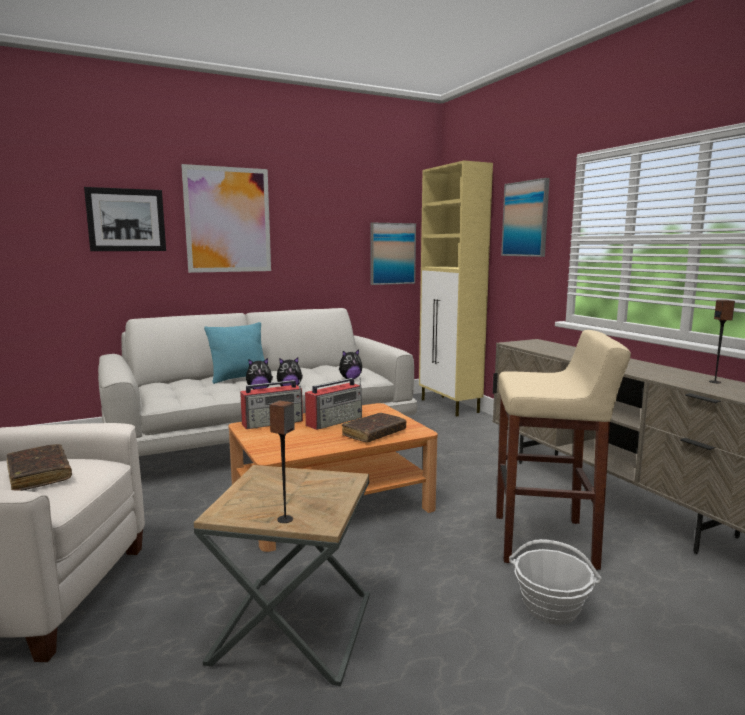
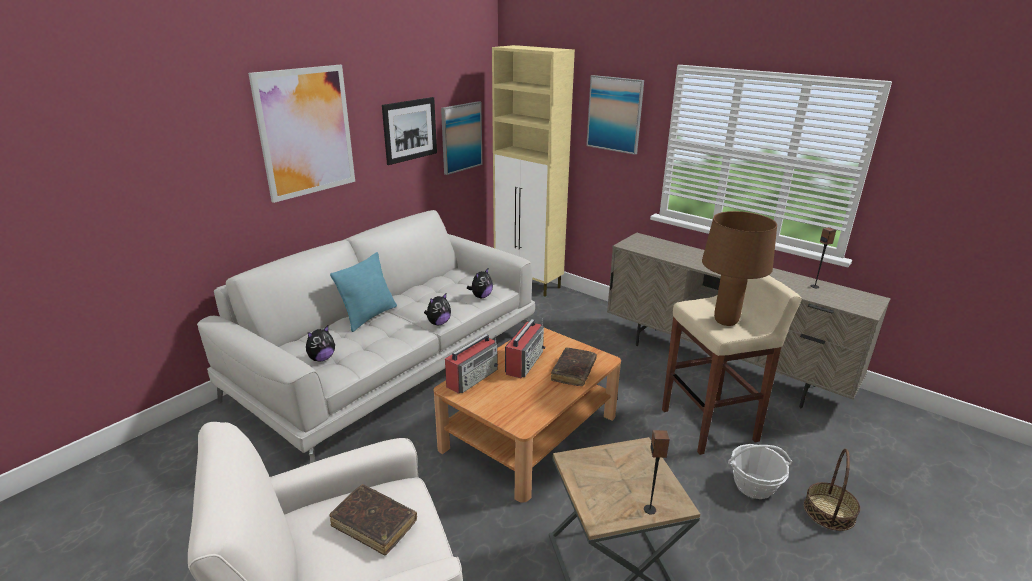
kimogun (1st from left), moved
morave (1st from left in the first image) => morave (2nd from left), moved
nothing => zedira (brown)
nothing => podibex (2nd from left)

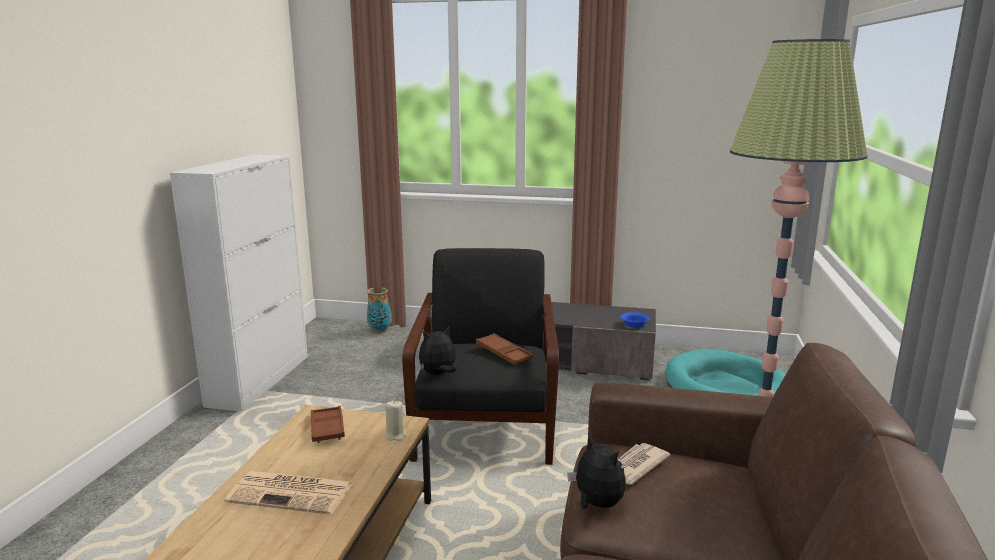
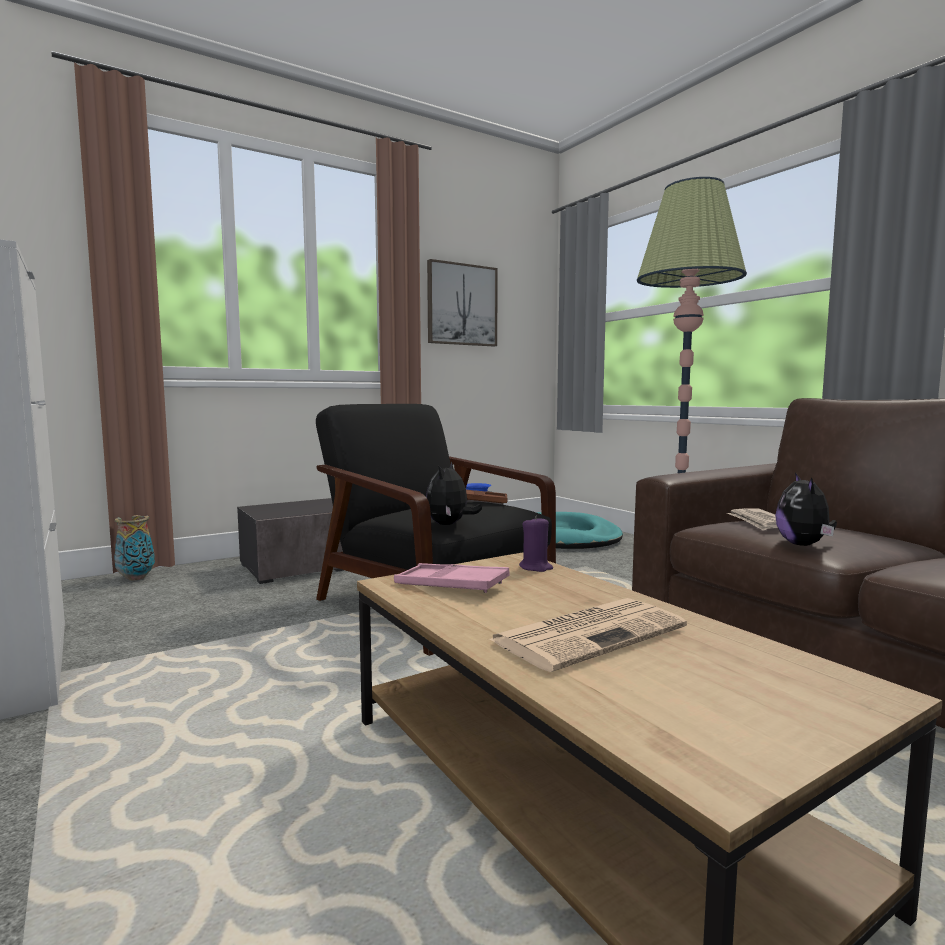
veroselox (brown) (1st from left) => veroselox (pink)
nothing => morave
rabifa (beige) => rabifa (purple)
kimogun (2nd from left), 90 degrees counterclockwise

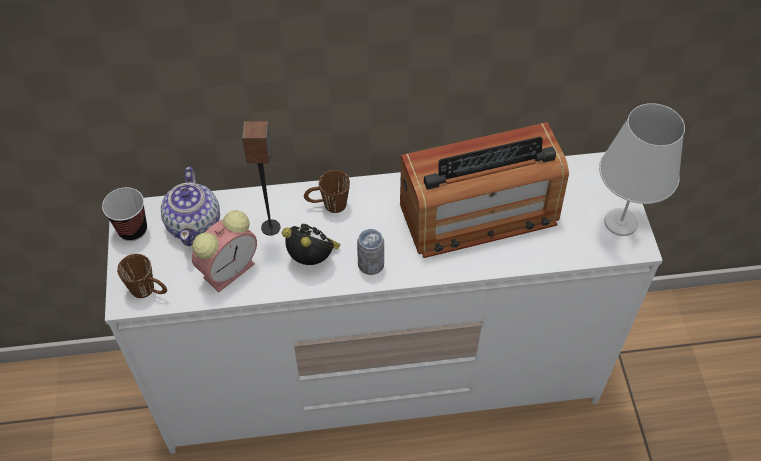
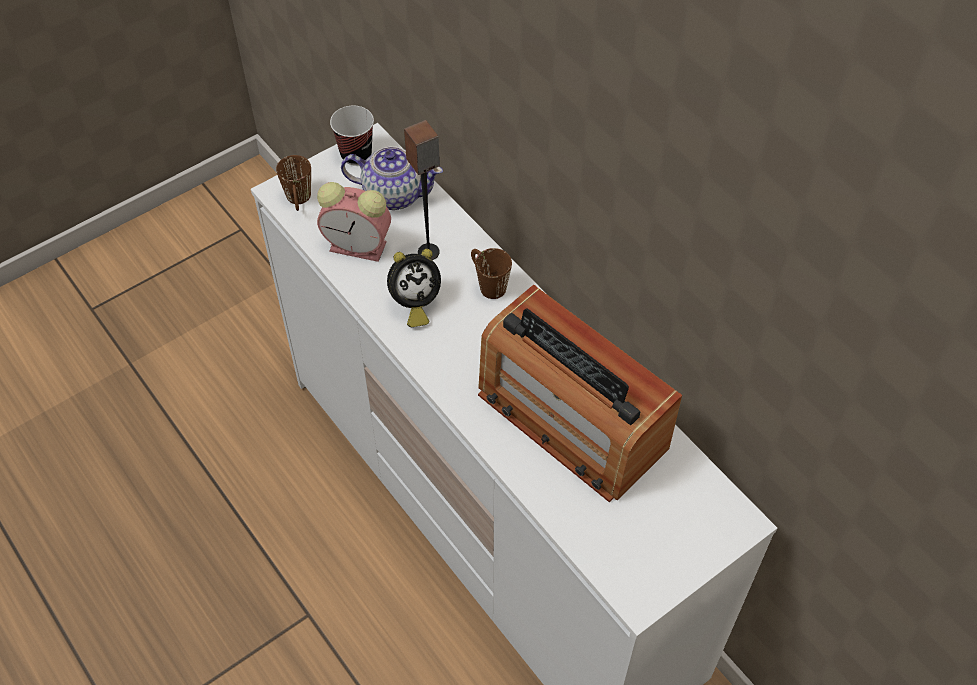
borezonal, 135 degrees counterclockwise
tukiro (2nd from left), 60 degrees clockwise
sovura => nothing
zedira (white) => nothing

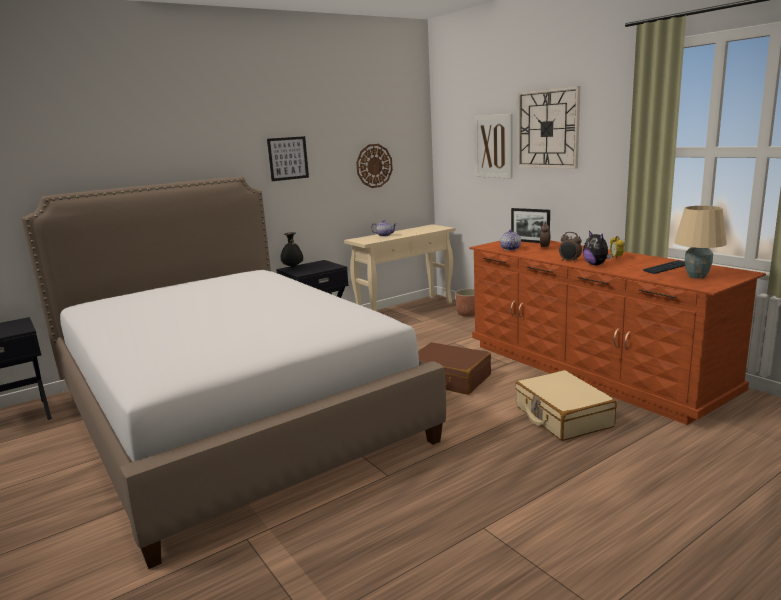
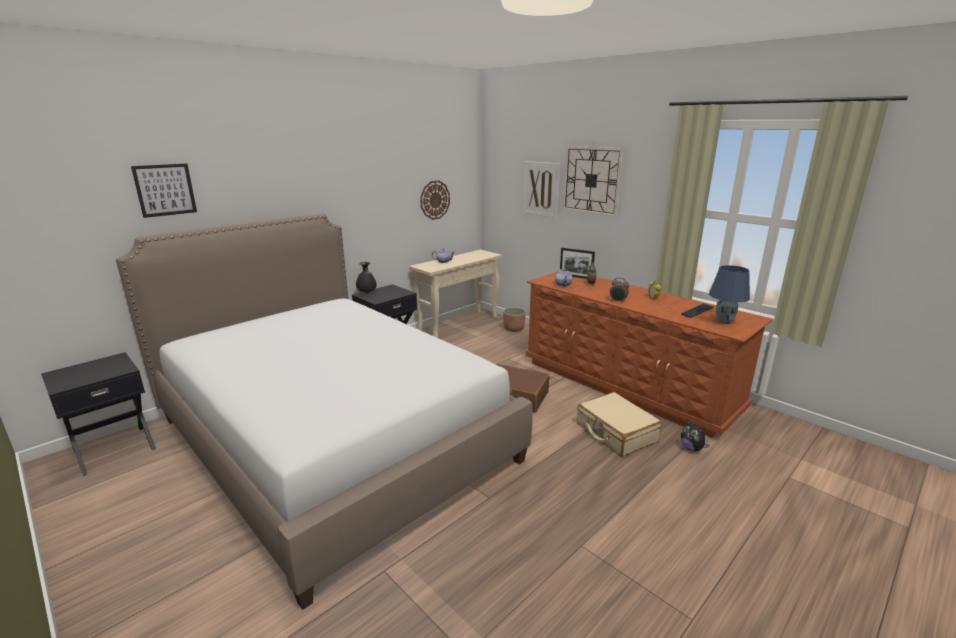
morave (1st from left), moved
kimogun, moved
zedira (beige) => zedira (blue)

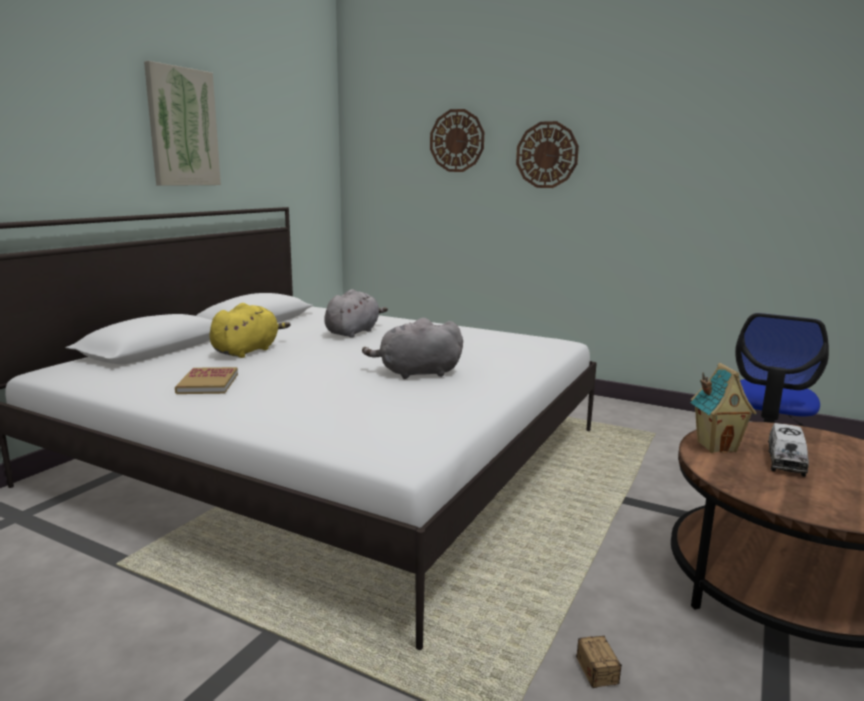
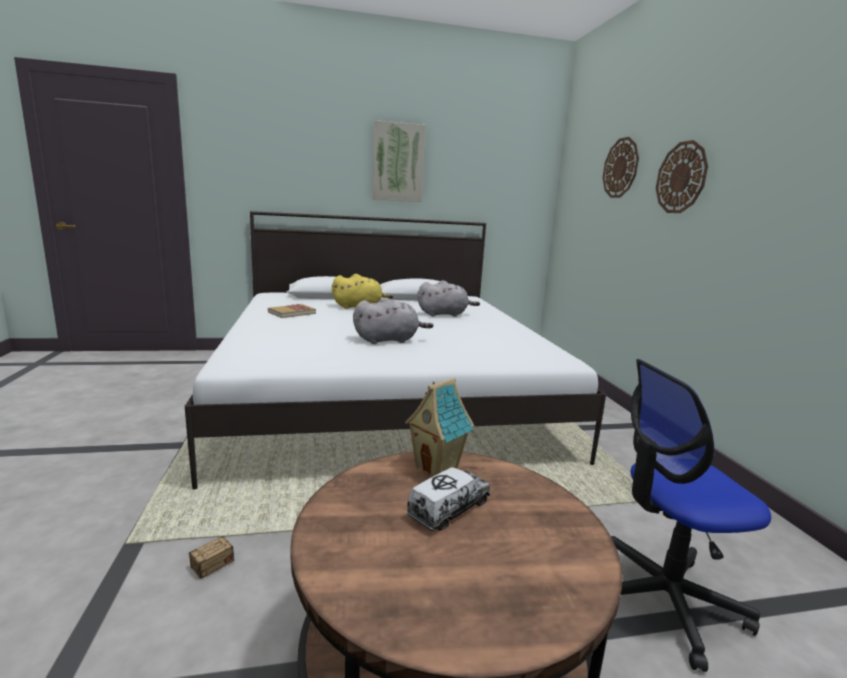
kimogun (grey) (2nd from left in the first image) => kimogun (grey) (1st from left), 120 degrees clockwise
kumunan, 150 degrees clockwise

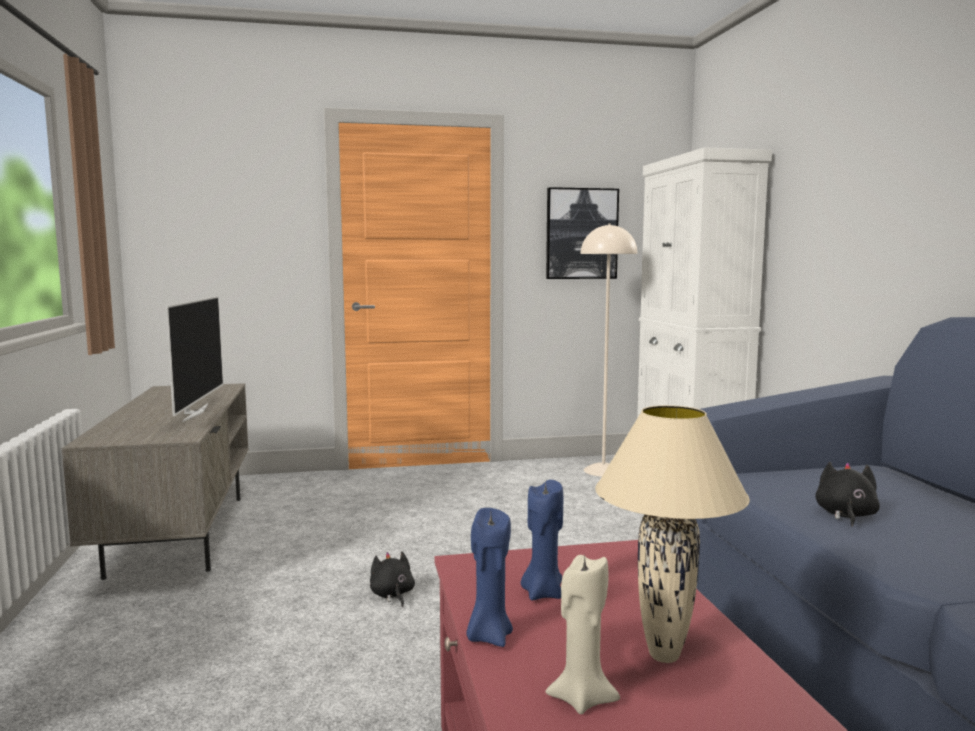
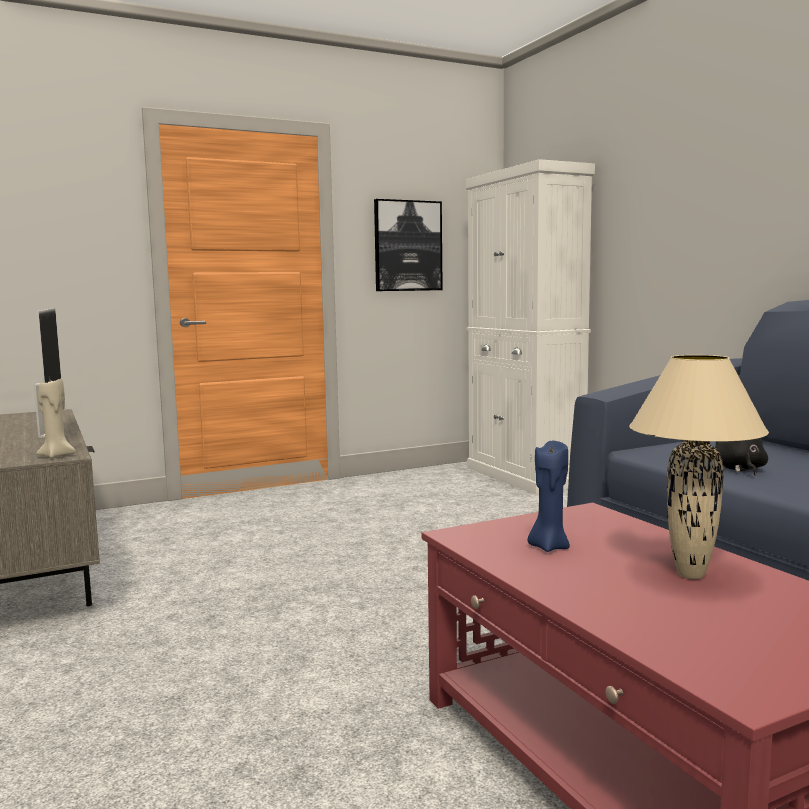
rabifa (beige), moved
kimogun (black) (1st from left) => nothing
rabifa (blue) (1st from left) => nothing
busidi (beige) => nothing

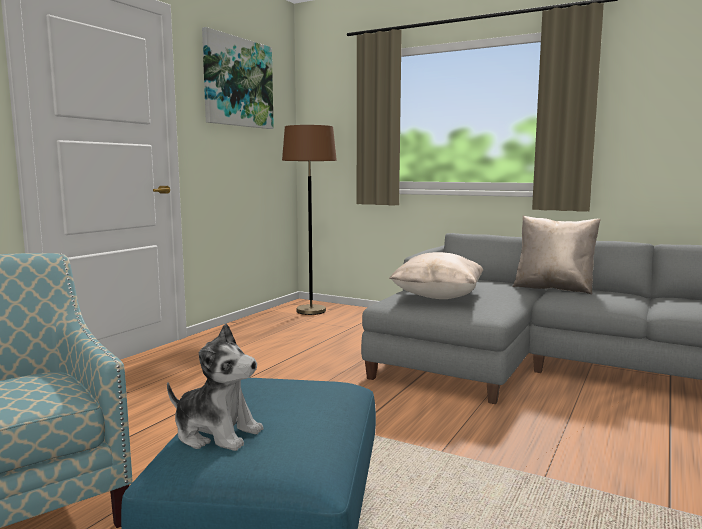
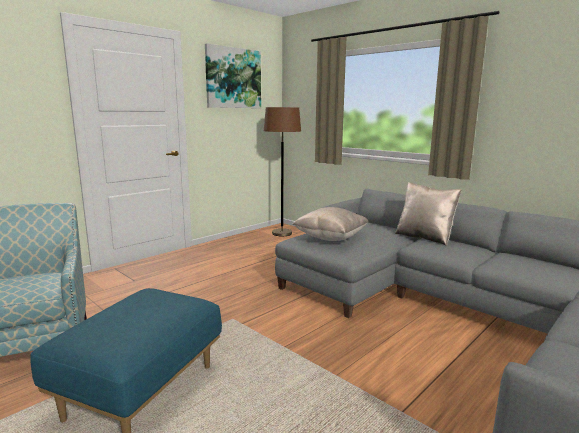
kimogun => nothing

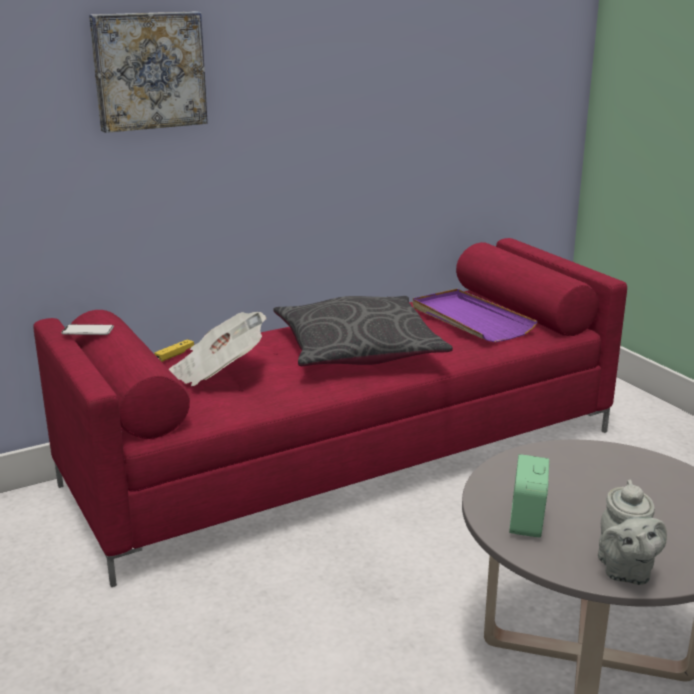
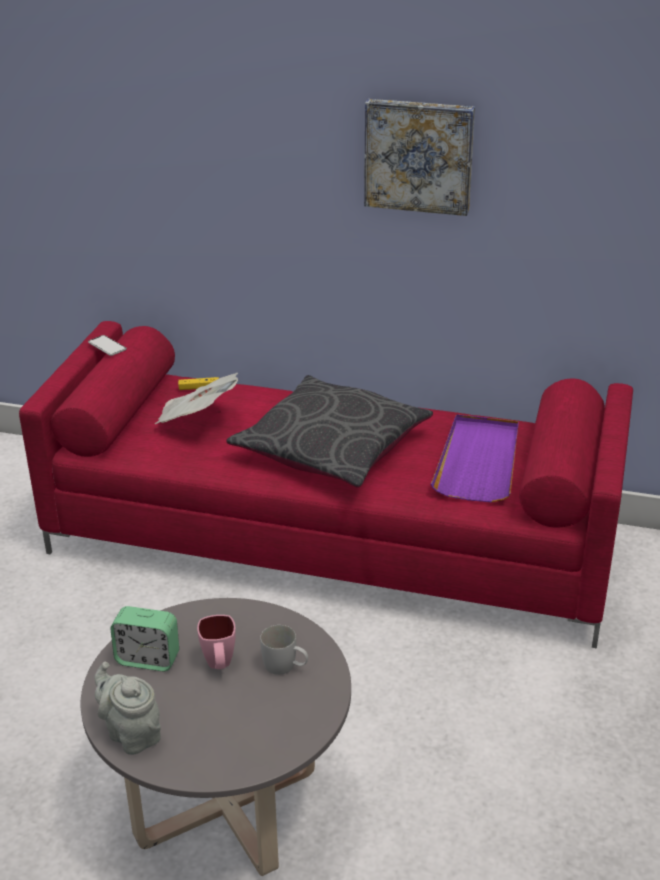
borezonal (grey), 90 degrees clockwise
tukiro, 135 degrees counterclockwise
nothing => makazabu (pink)
nothing => makazabu (white)
morave, moved

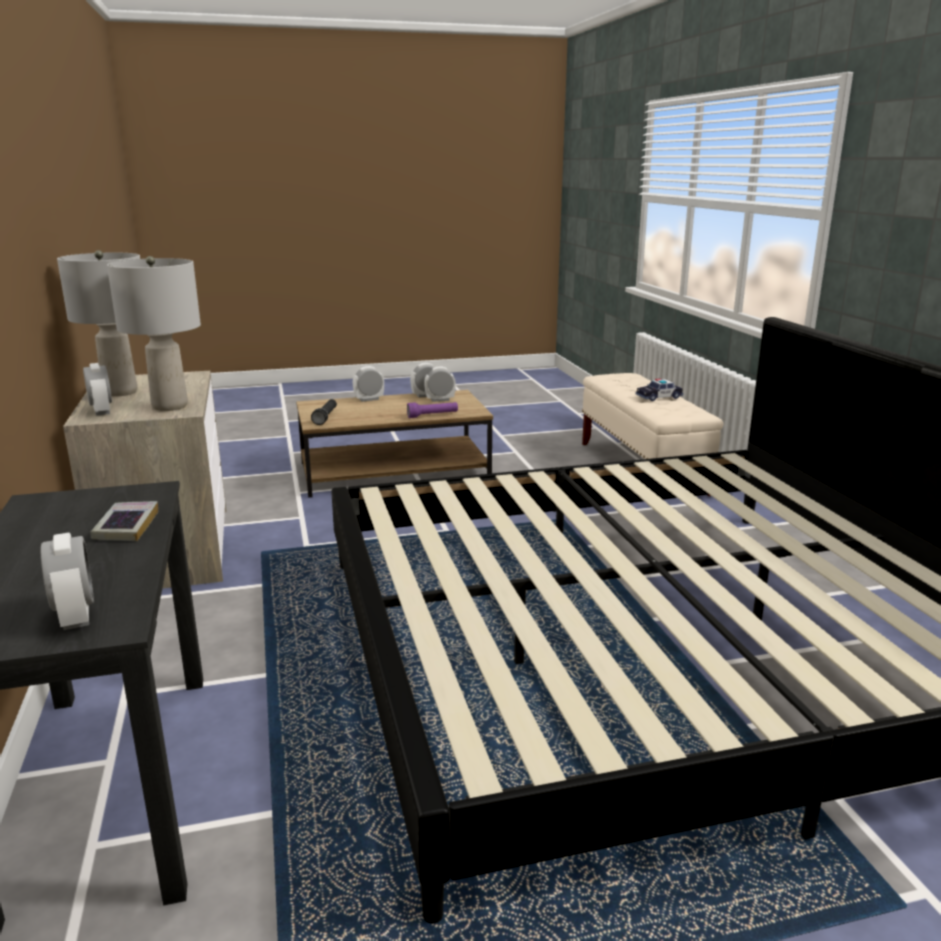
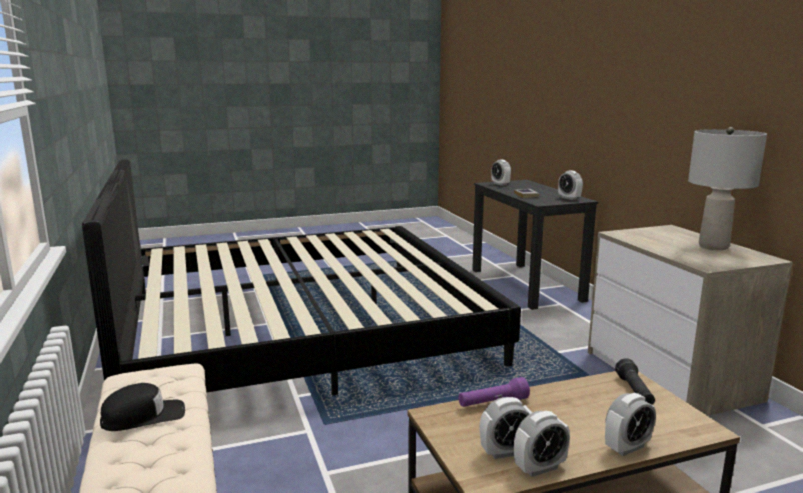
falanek => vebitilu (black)
tukiro (2nd from left in the first image) => tukiro (4th from left), moved
zedira (grey) (2nd from left) => nothing

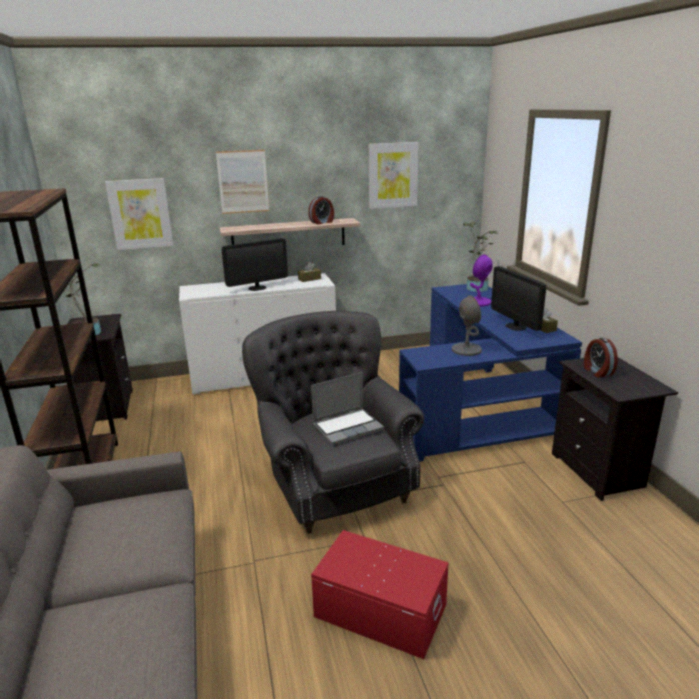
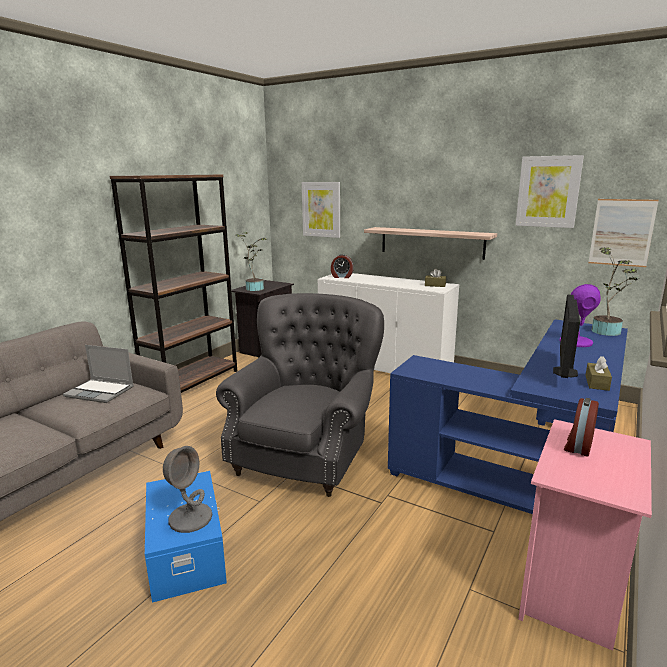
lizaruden, moved
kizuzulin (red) => kizuzulin (blue)
zedira (grey), moved
tukiro (1st from left), moved
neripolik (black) (2nd from left) => neripolik (pink)
morave (2nd from left in the first image) => morave (3rd from left), moved
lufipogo (1st from left) => nothing

